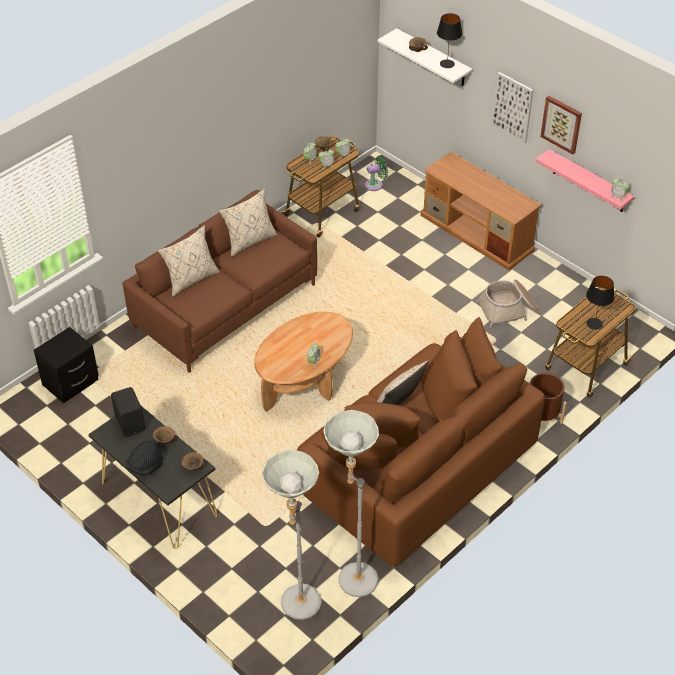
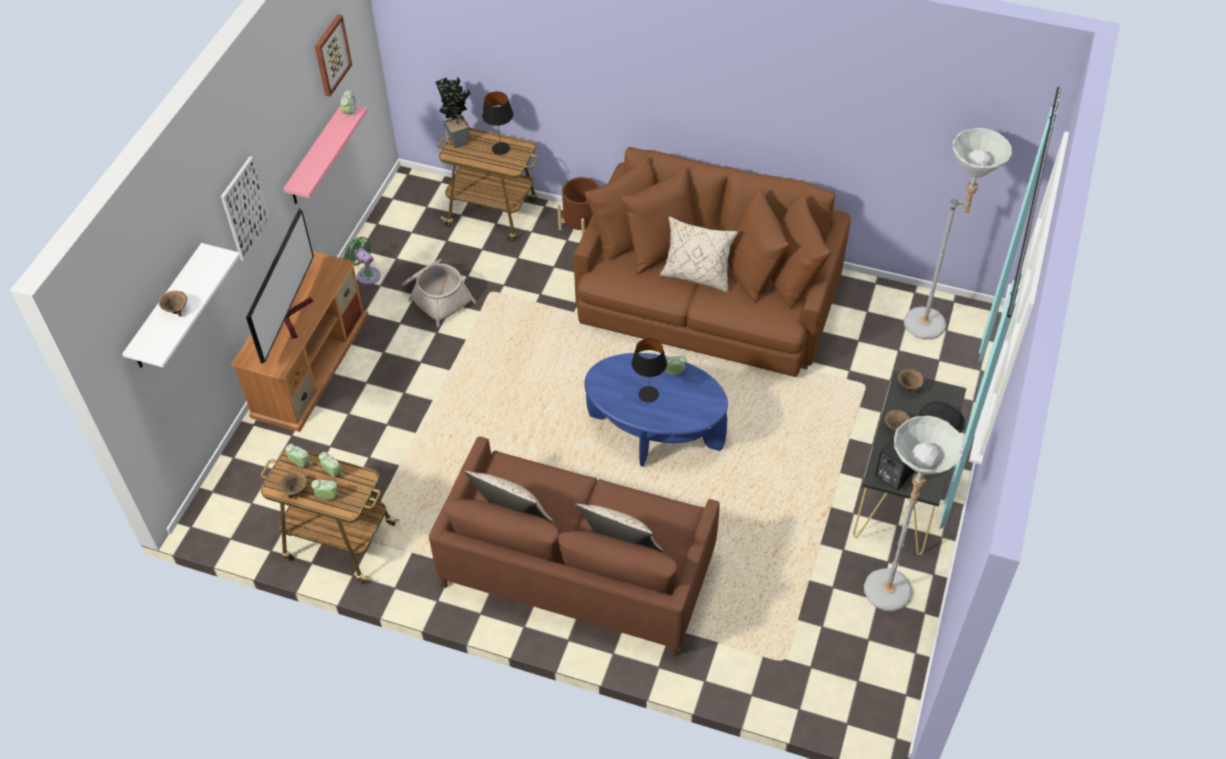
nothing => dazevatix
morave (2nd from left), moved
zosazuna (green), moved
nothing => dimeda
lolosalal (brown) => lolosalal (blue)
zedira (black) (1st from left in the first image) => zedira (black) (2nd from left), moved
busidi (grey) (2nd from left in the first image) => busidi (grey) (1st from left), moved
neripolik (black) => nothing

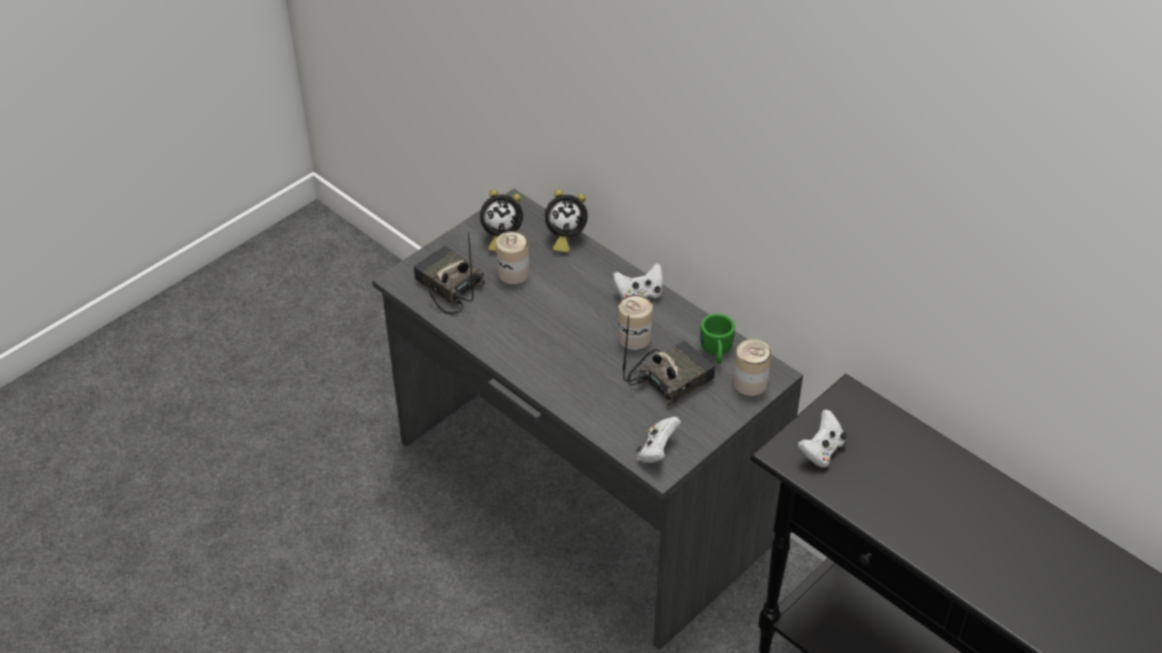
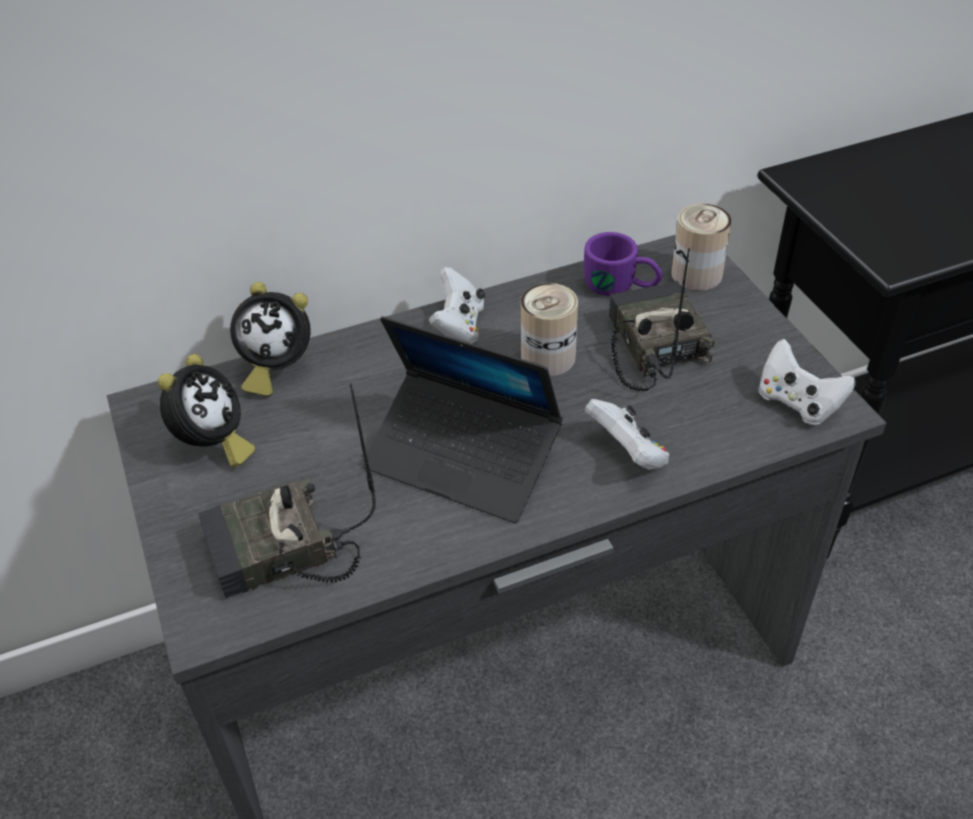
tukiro (2nd from left), 75 degrees clockwise
nothing => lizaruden
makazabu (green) => makazabu (purple)
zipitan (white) (3rd from left in the first image) => zipitan (white) (2nd from left), moved
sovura (1st from left) => nothing

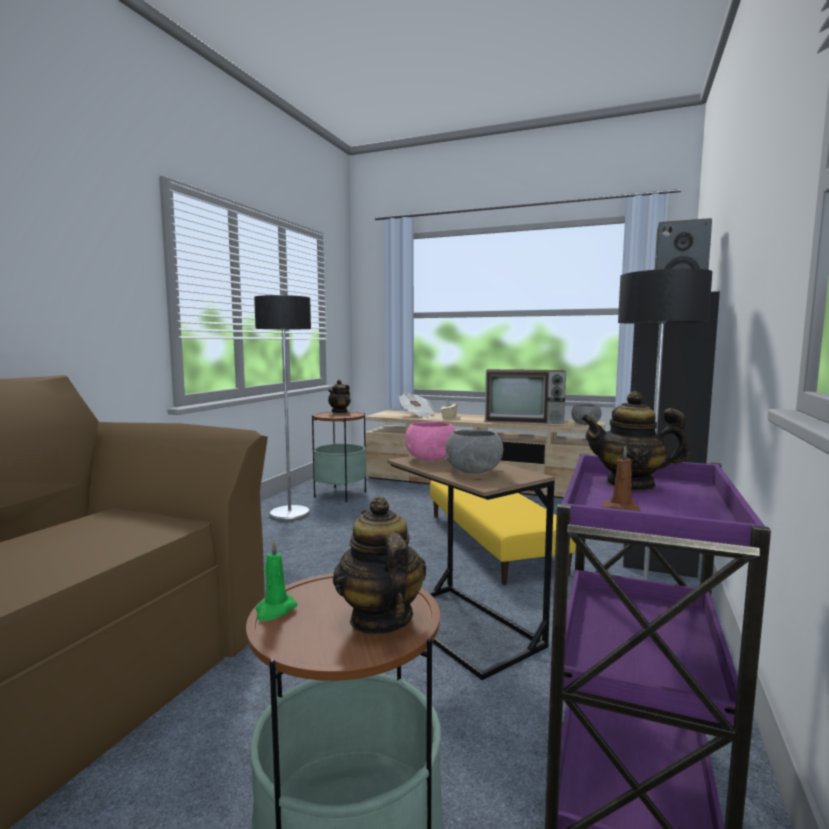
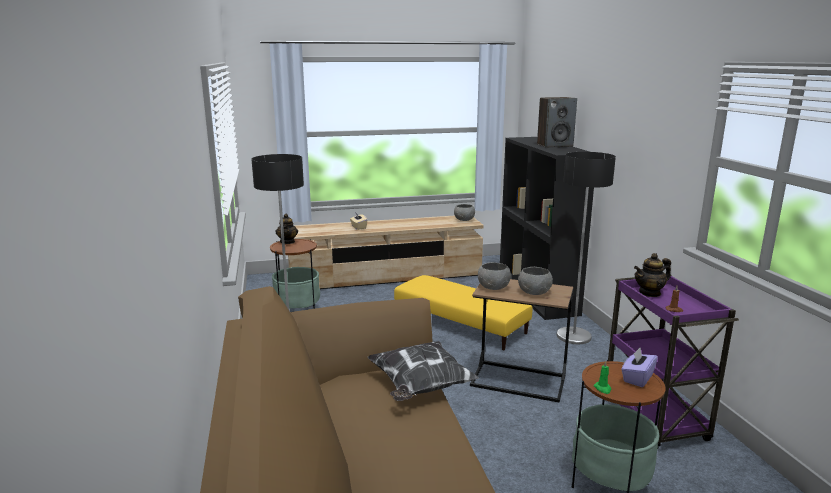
nothing => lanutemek
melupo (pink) => melupo (grey) (2nd from left)
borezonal (2nd from left) => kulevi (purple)
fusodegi => nothing
dazevatix => nothing

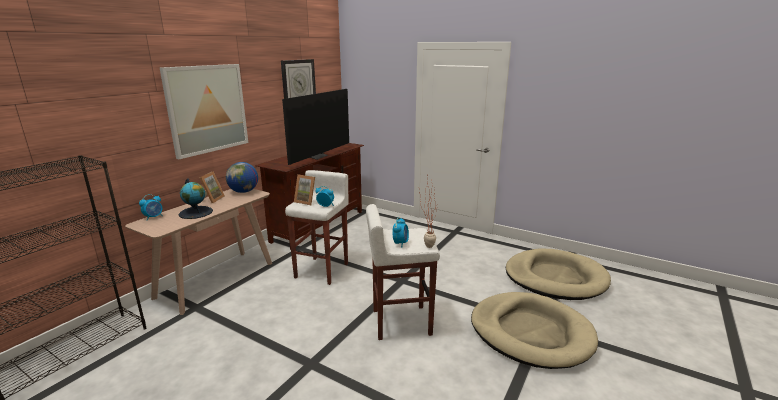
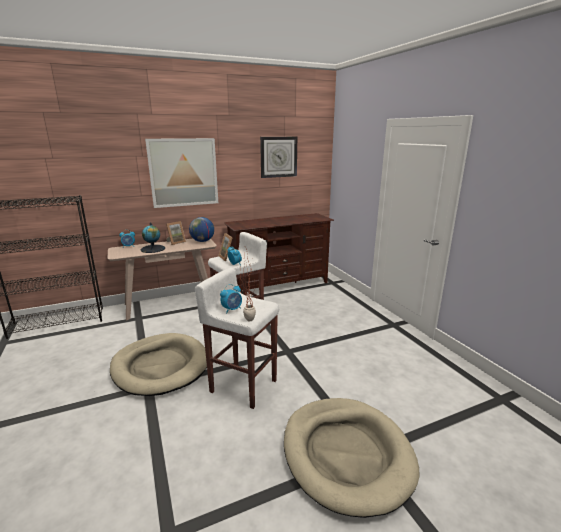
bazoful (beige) (2nd from left in the first image) => bazoful (beige) (1st from left), moved
dazevatix => nothing

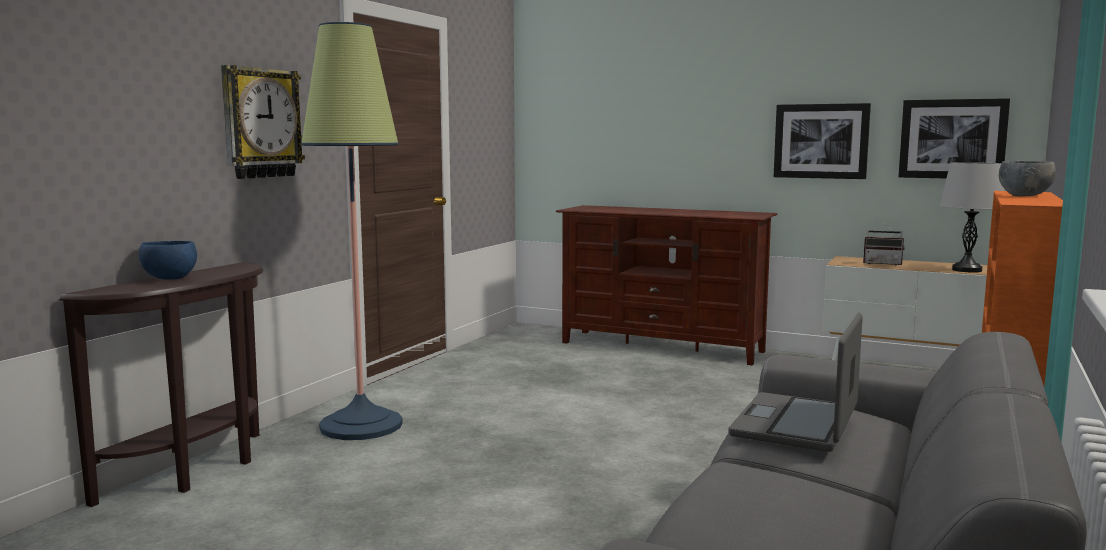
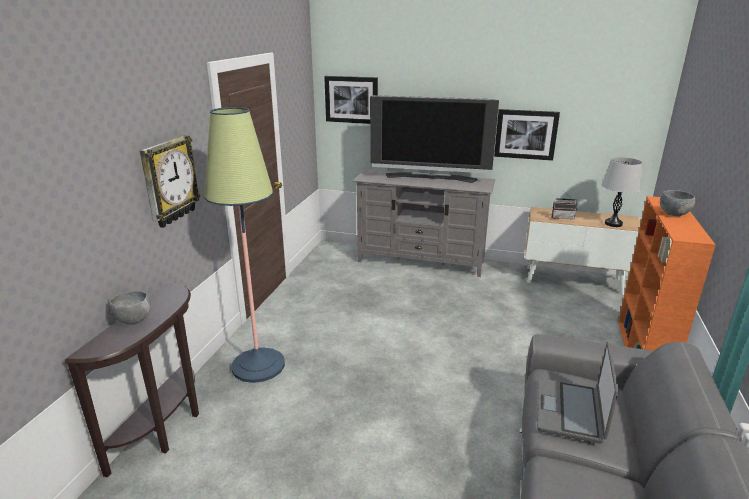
melupo (blue) => melupo (grey) (1st from left)
morave (2nd from left in the first image) => morave (1st from left), moved
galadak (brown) => galadak (grey)
nothing => dazevatix

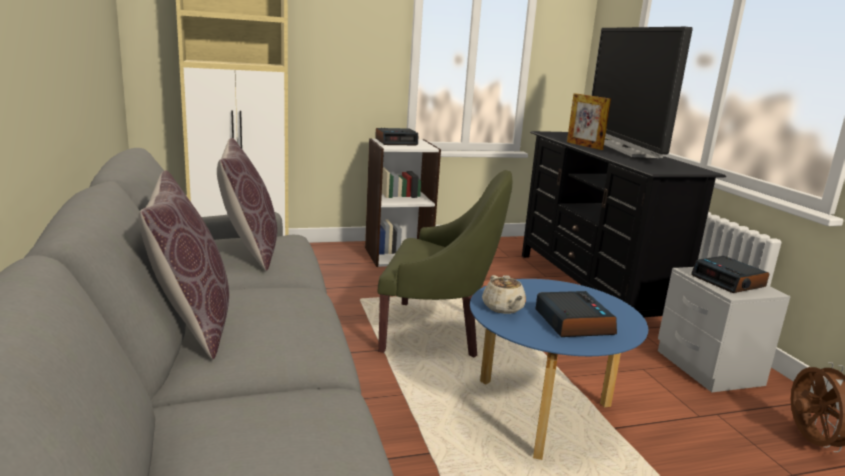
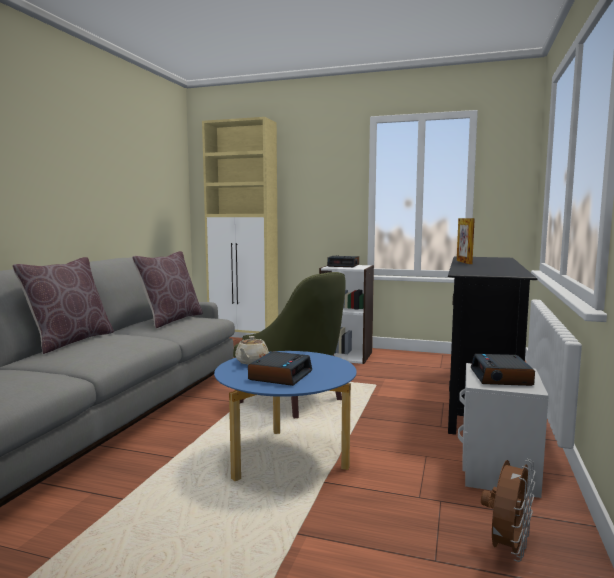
dazevatix => nothing

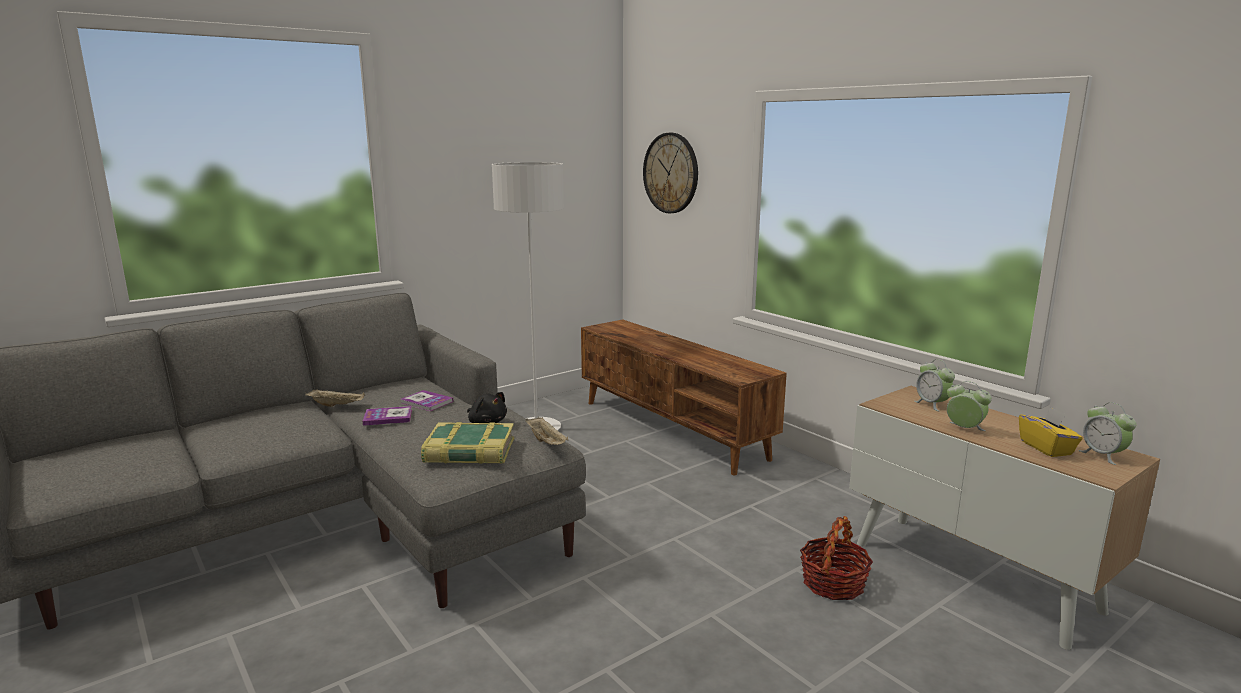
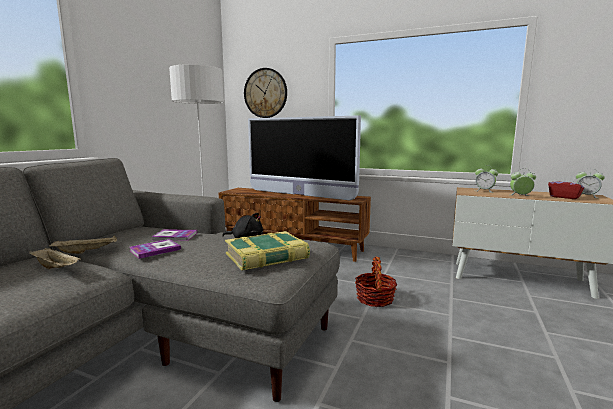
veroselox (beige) (2nd from left in the first image) => veroselox (beige) (1st from left), moved
nothing => dazevatix
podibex, moved
kulevi (yellow) => kulevi (red)

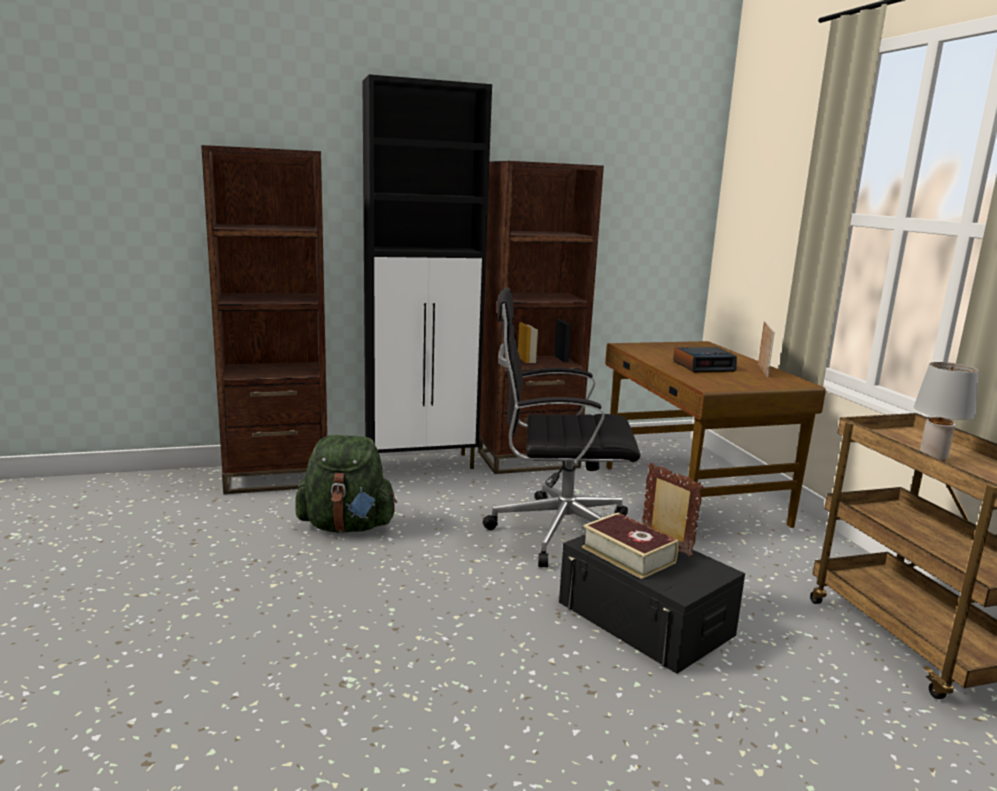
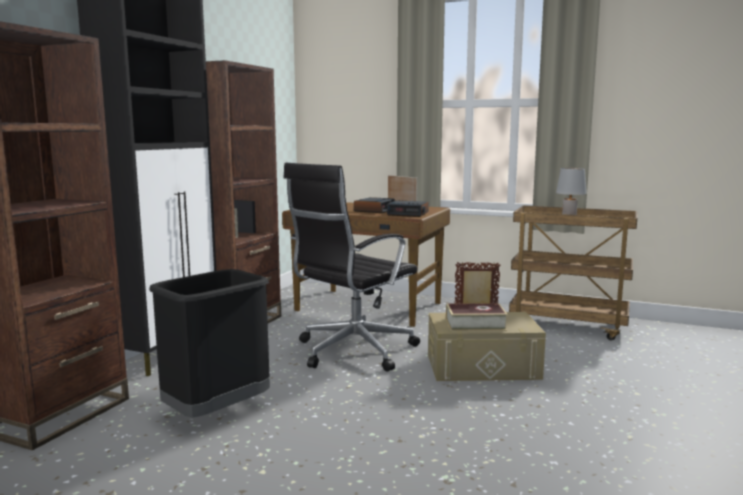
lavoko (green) => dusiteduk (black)
nothing => tukiro (2nd from left)
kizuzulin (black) => kizuzulin (beige)

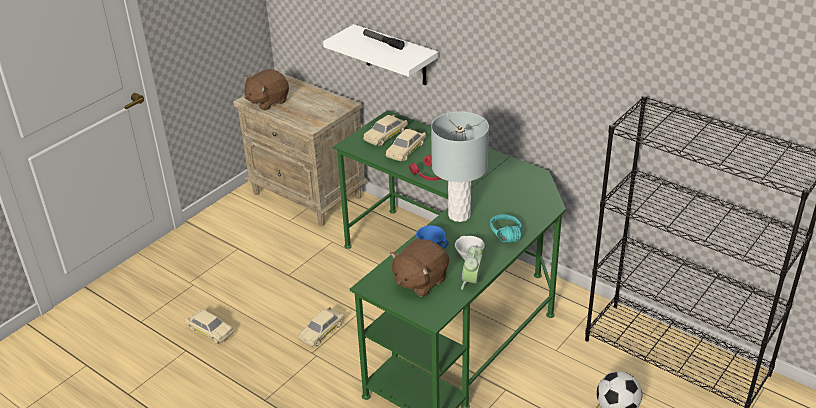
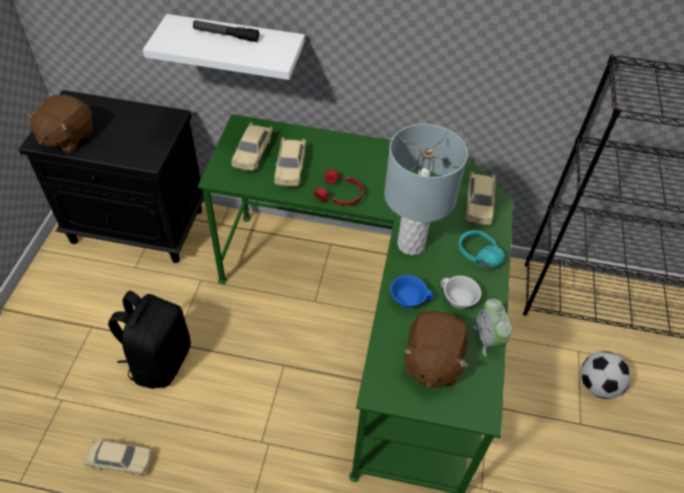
neripolik (beige) => neripolik (black)
nothing => lavoko (black)
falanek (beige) (2nd from left in the first image) => falanek (beige) (4th from left), moved

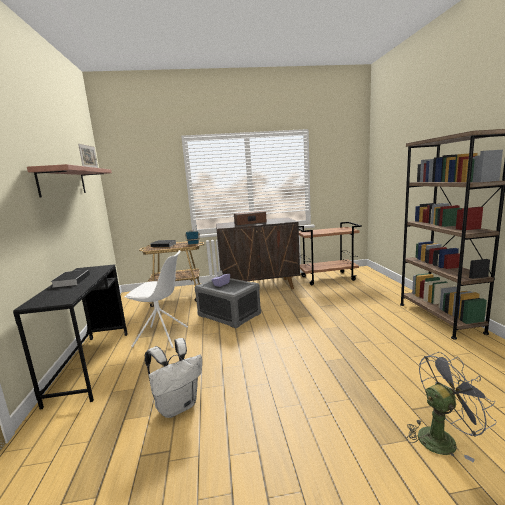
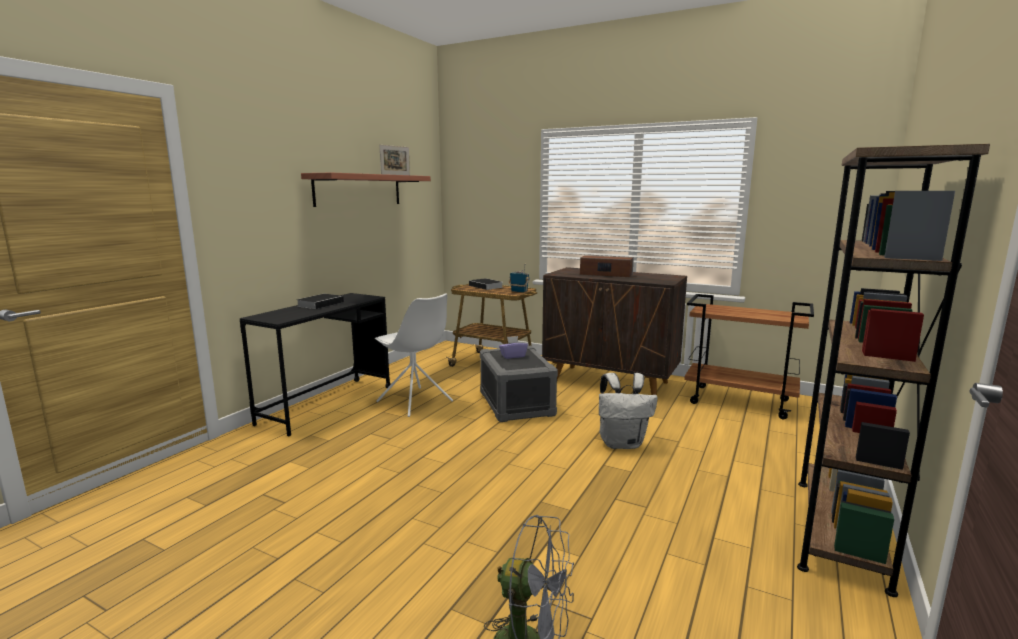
lavoko (white), moved

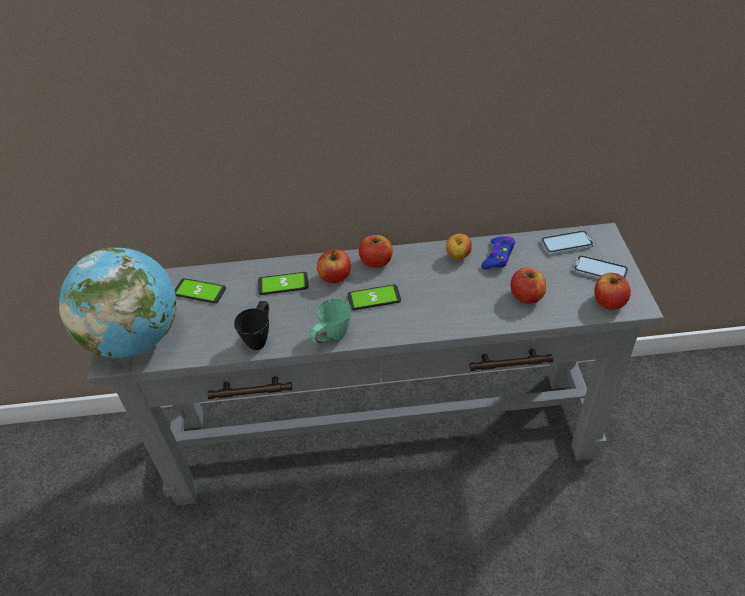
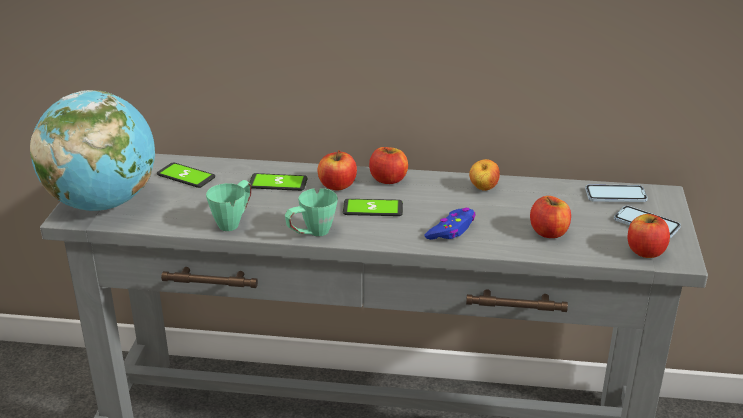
makazabu (black) => makazabu (green) (1st from left)
zipitan (blue), moved

